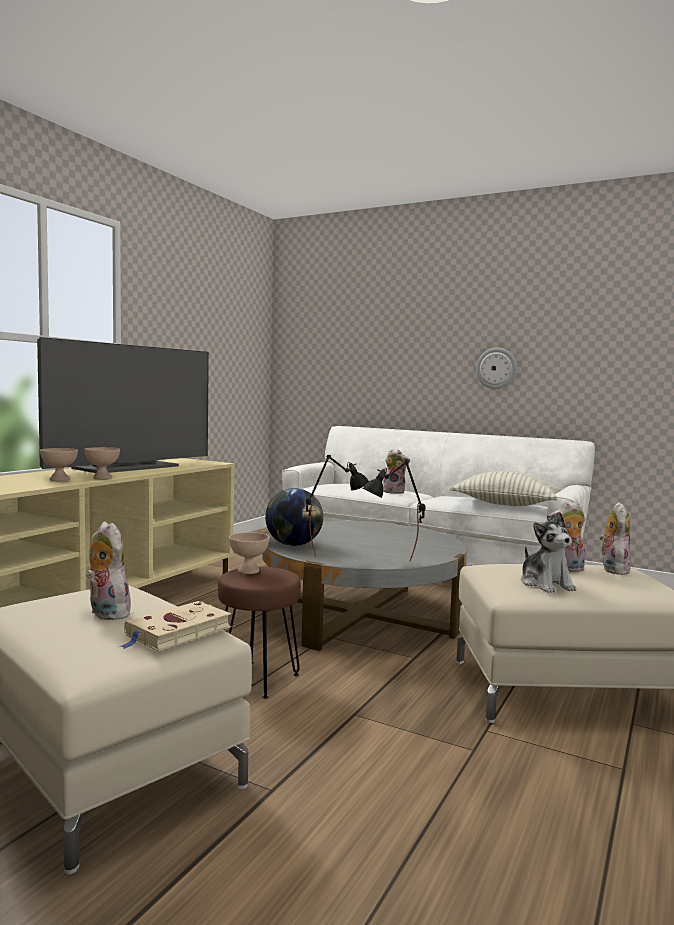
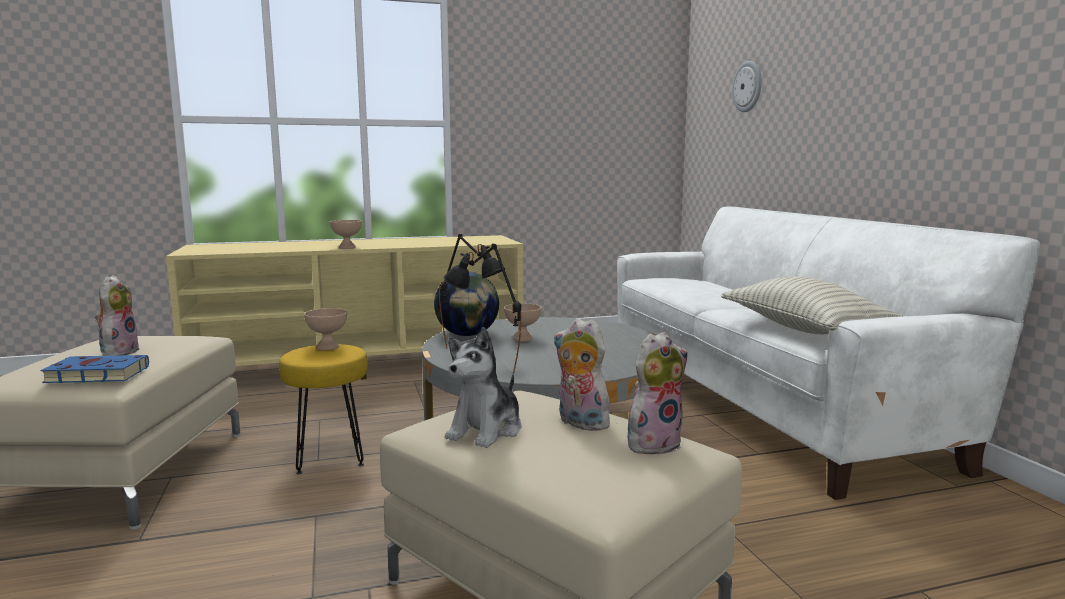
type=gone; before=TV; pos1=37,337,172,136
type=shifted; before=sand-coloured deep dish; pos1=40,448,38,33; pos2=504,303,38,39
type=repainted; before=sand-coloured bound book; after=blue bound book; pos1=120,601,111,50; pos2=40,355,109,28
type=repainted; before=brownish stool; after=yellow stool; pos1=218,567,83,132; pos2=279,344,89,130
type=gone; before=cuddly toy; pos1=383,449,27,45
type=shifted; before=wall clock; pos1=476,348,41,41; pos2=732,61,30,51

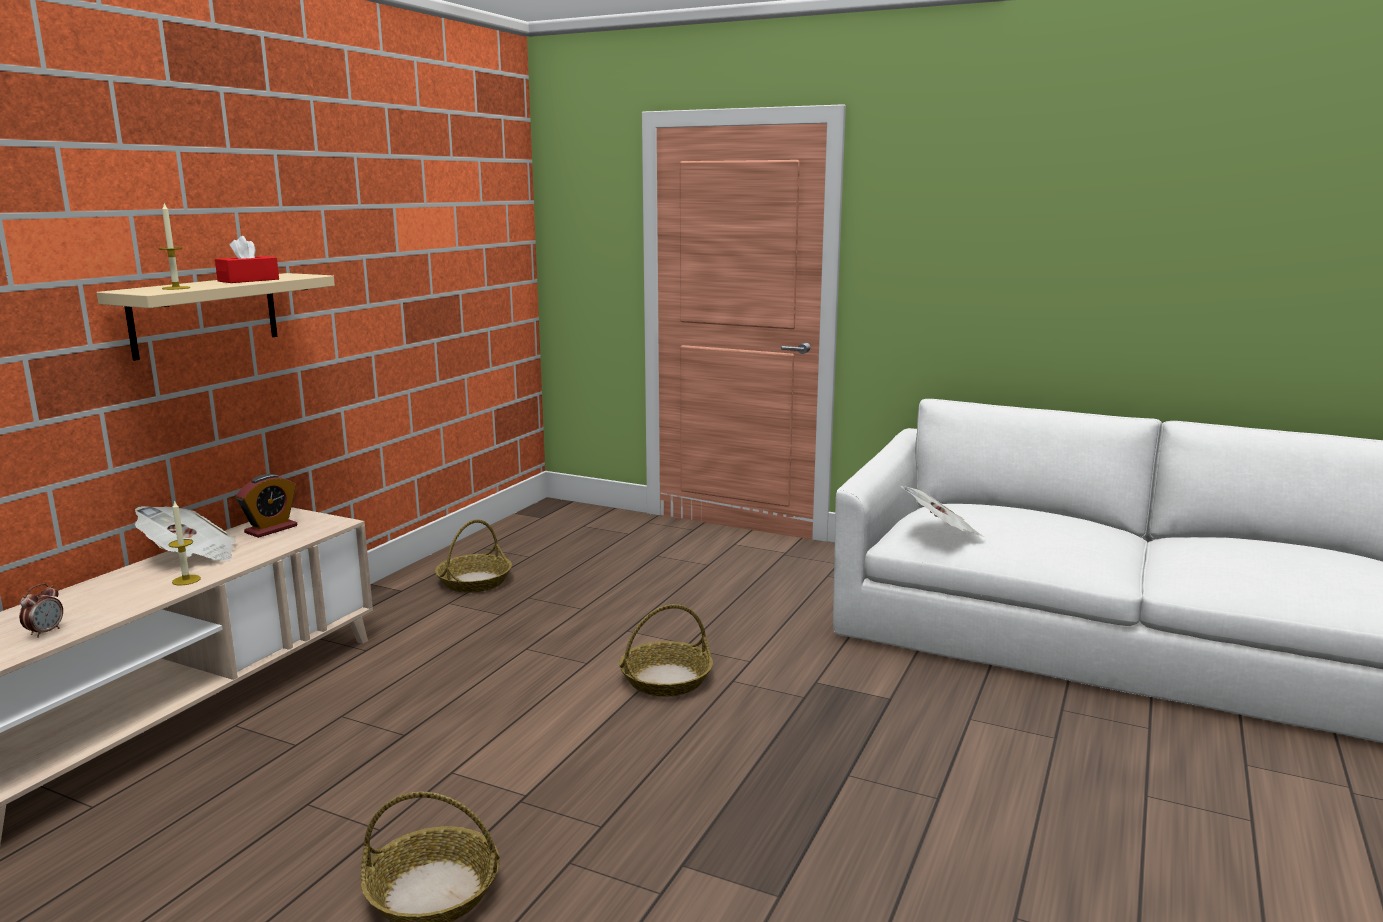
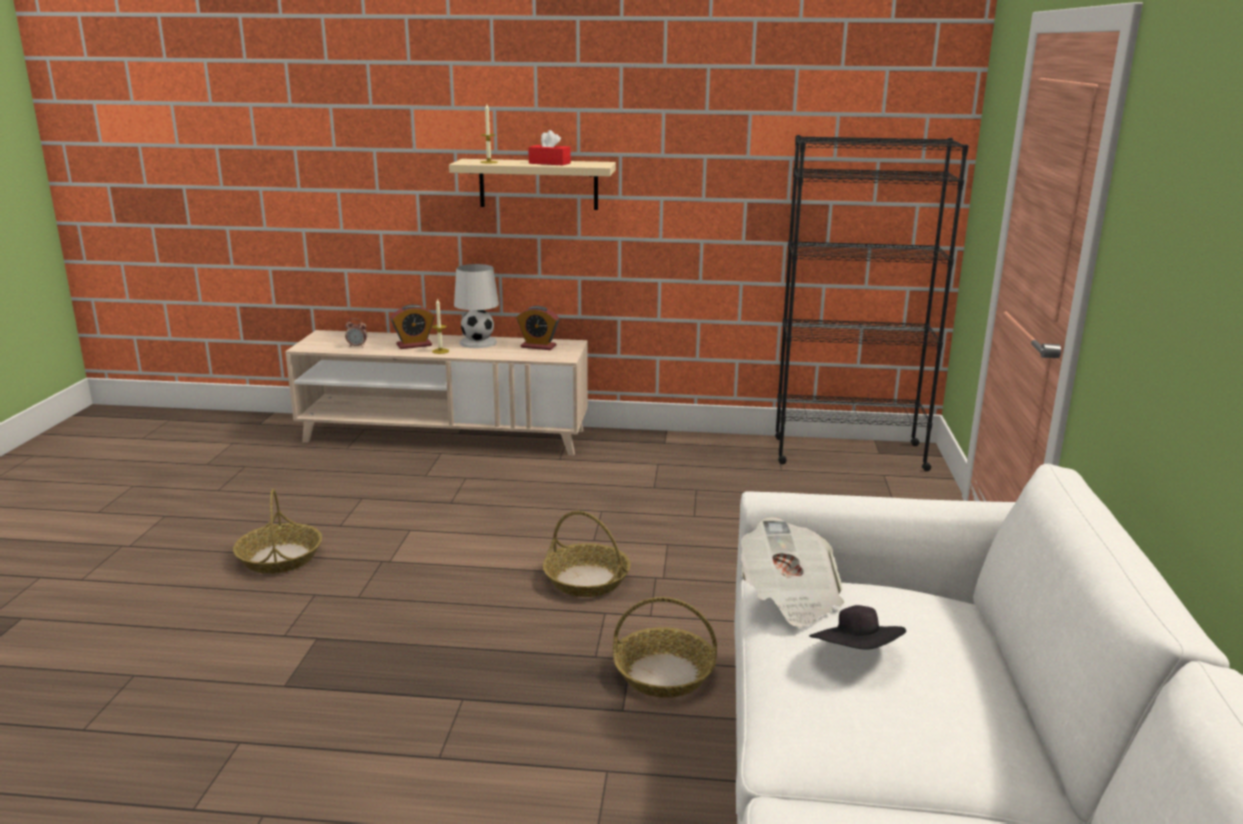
type=swapped; before=newspaper; after=white lamp for a table; pos1=135,506,101,56; pos2=454,264,45,84
type=shifted; before=storage basket; pos1=435,519,77,74; pos2=613,597,104,101
type=new; after=bedside clock; pos2=391,304,43,45
type=new; after=blackish bookcase; pos2=775,135,194,336
type=new; after=blackish wearable hat; pos2=809,605,97,45

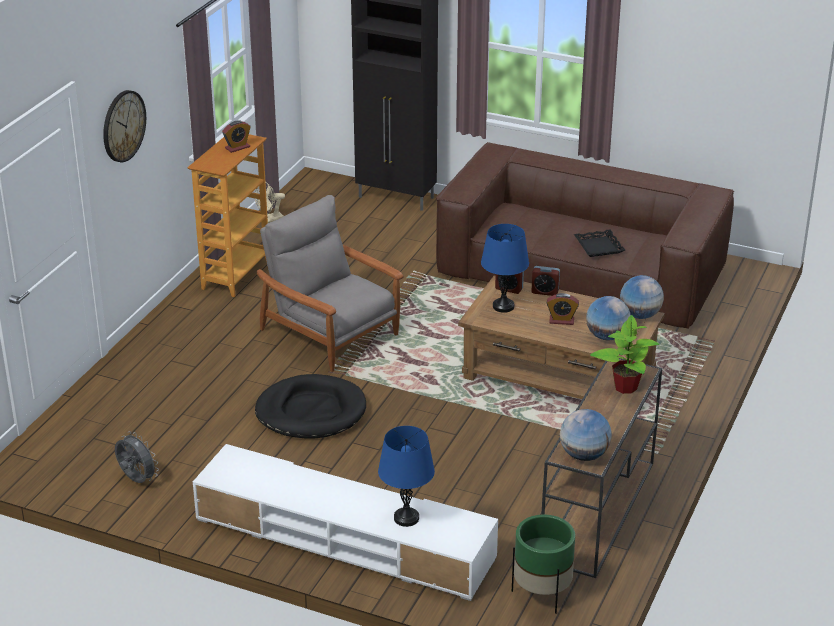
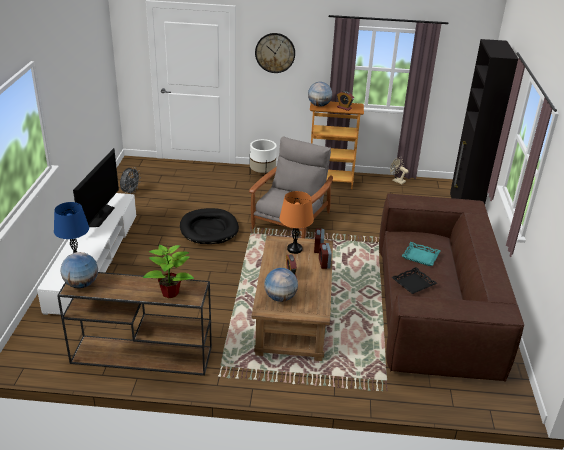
type=repainted; before=blue lamp for a table; after=orangey lamp for a table; pos1=481,224,48,89; pos2=279,191,35,63
type=gone; before=green-coloured flower pot; pos1=512,515,63,99
type=shifted; before=desk globe; pos1=620,275,44,44; pos2=308,82,24,25
type=new; after=TV; pos2=73,148,46,79
type=new; after=white flower pot; pos2=250,139,27,35
type=new; after=turquoise-coloured carrying tray; pos2=402,242,39,24

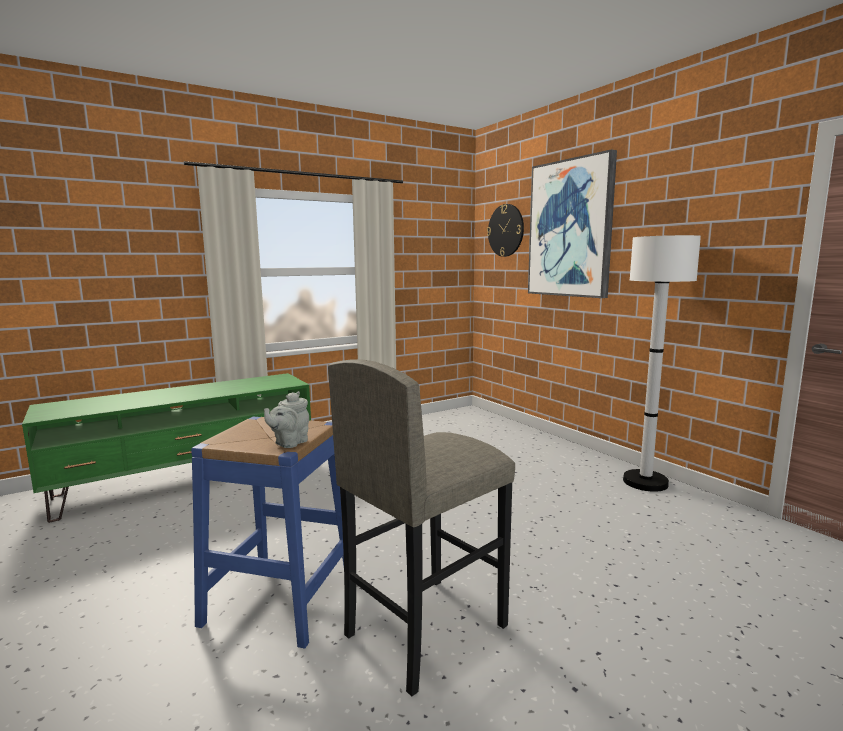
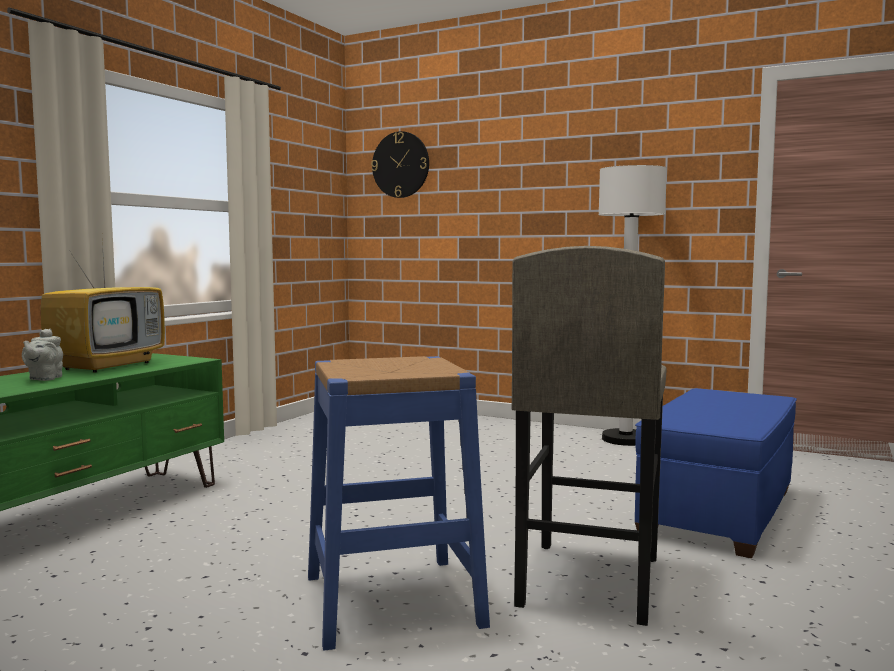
type=shifted; before=gray teapot; pos1=264,391,45,57; pos2=22,329,41,52
type=gone; before=wall picture; pos1=528,149,89,149
type=new; after=TV; pos2=41,239,124,134
type=new; after=blue pouffe; pos2=635,388,162,170

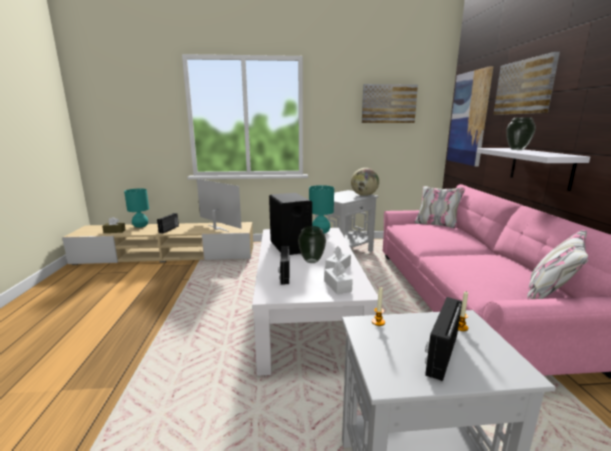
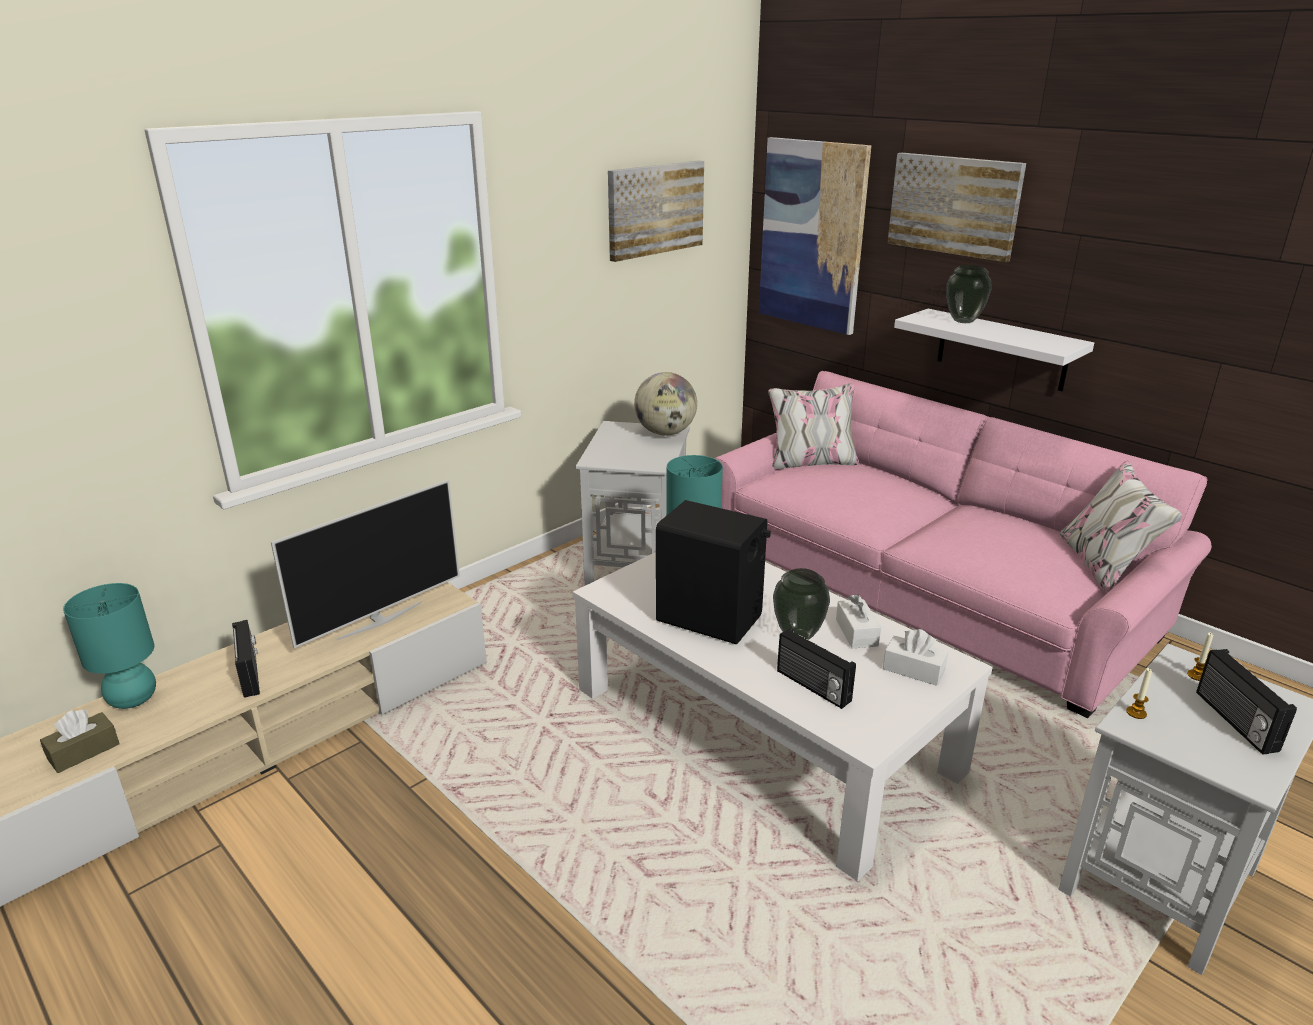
type=rotated; before=TV; pos1=197,179,45,53; pos2=271,480,189,168; turn=135

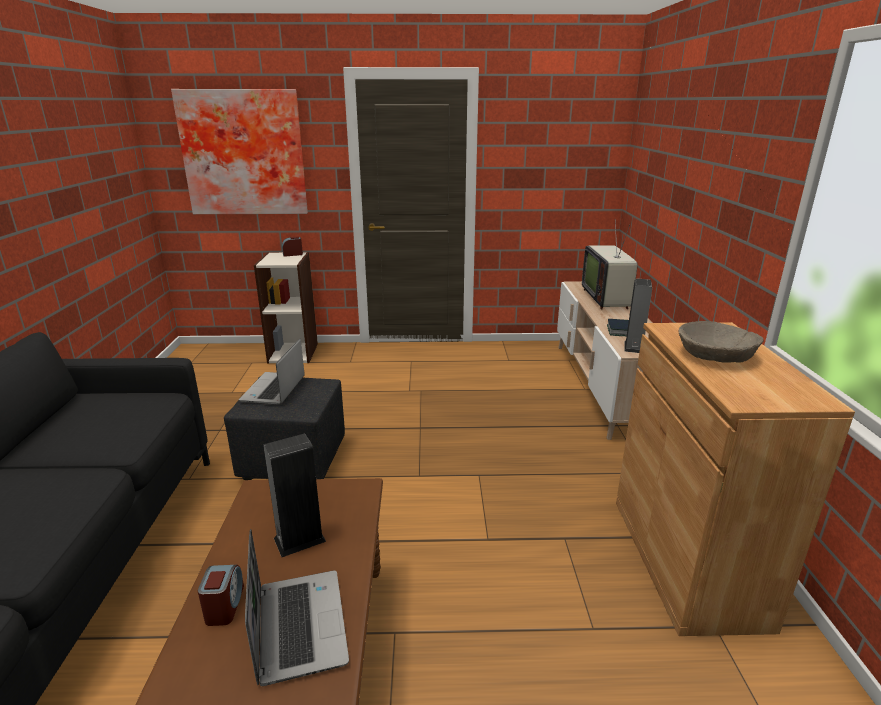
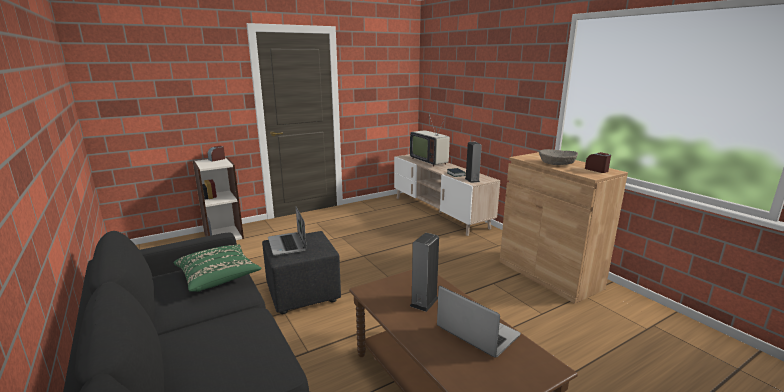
type=gone; before=wall picture; pos1=171,89,137,125
type=shifted; before=bedside clock; pos1=198,565,46,61; pos2=585,152,26,21
type=new; after=green-coloured pillow; pos2=173,245,89,47

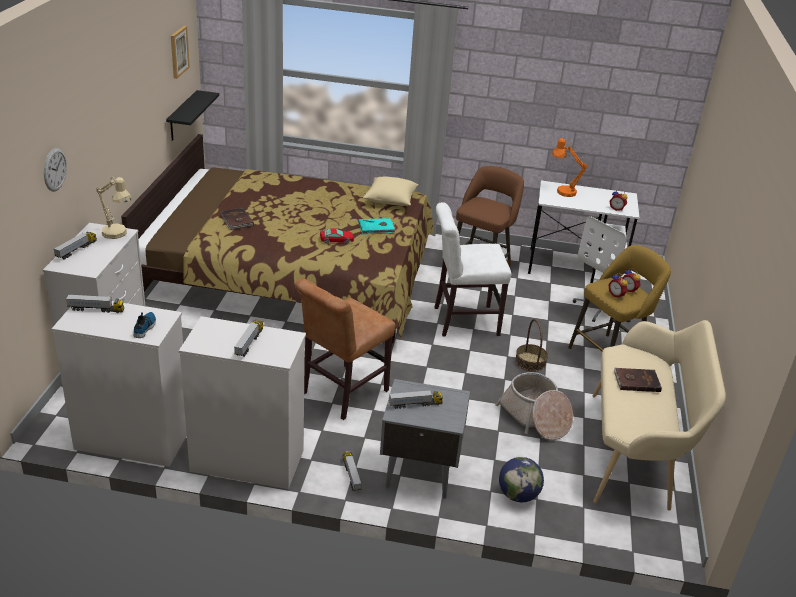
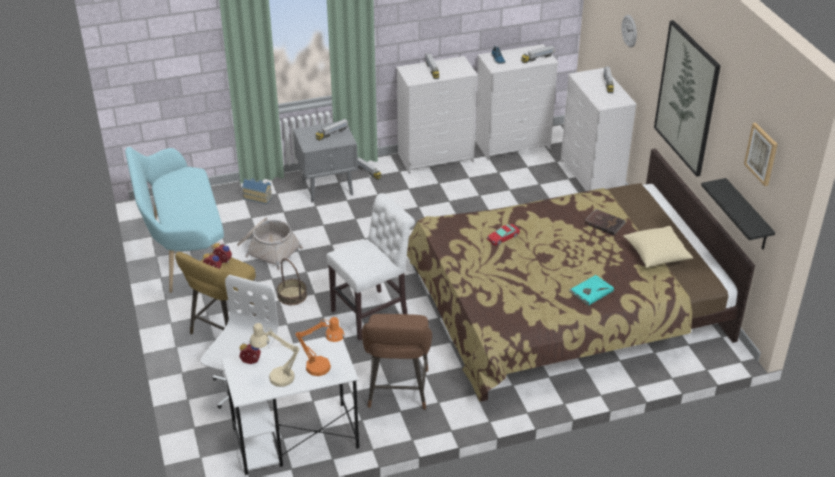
type=shifted; before=sand-coloured lamp for a table; pos1=96,177,35,62; pos2=250,323,50,64
type=gone; before=brownish upright chair; pos1=295,278,100,142
type=shifted; before=turquoise-coloured bound book; pos1=359,218,36,16; pos2=569,275,45,31
type=shifted; before=sand-coloured pillow; pos1=363,177,56,29; pos2=623,226,70,42
type=swapped; before=desk globe; after=model house; pos1=499,457,45,45; pos2=242,178,30,26
type=repainted; before=sand-coloured bench; after=turquoise-coloured bench; pos1=592,320,134,191; pos2=125,147,99,146
type=gone; before=brownish bound book; pos1=614,368,48,24
type=new; after=wall picture; pos2=654,20,66,157

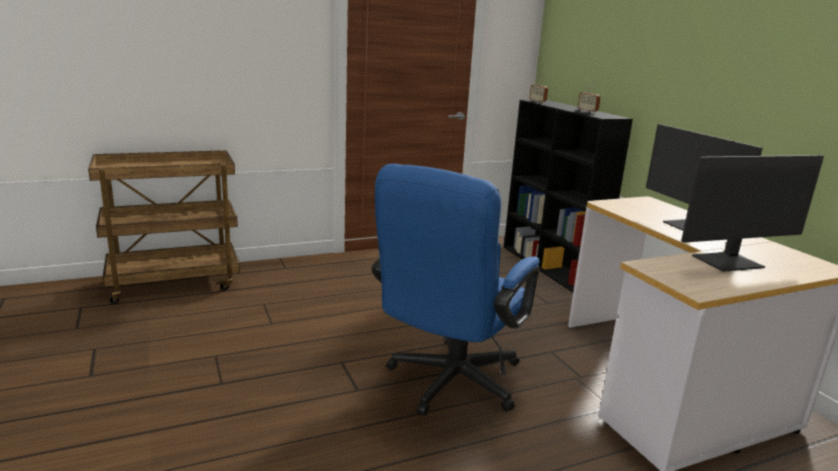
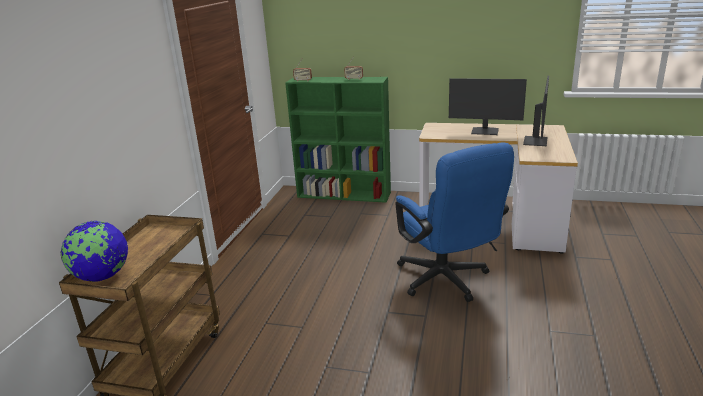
type=repainted; before=blackish bookcase; after=green-coloured bookcase; pos1=504,100,129,192; pos2=285,77,106,126
type=new; after=desk globe; pos2=61,221,67,61

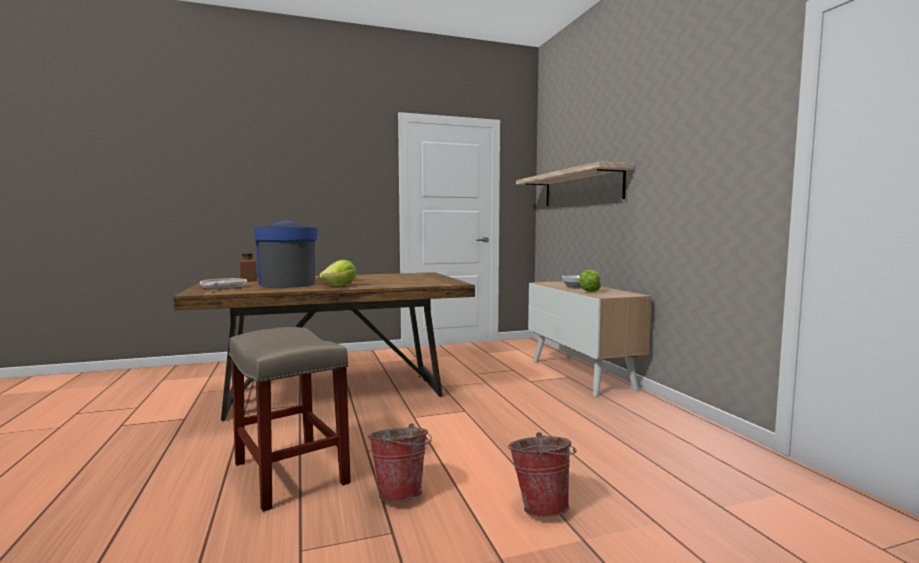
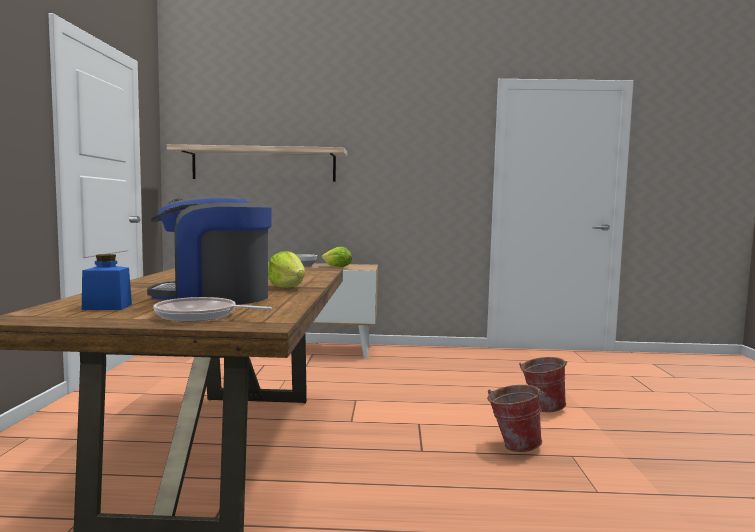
type=gone; before=sand-coloured stool; pos1=229,327,122,185
type=repainted; before=brownish preserve jar; after=blue preserve jar; pos1=240,253,17,29; pos2=82,254,50,56

